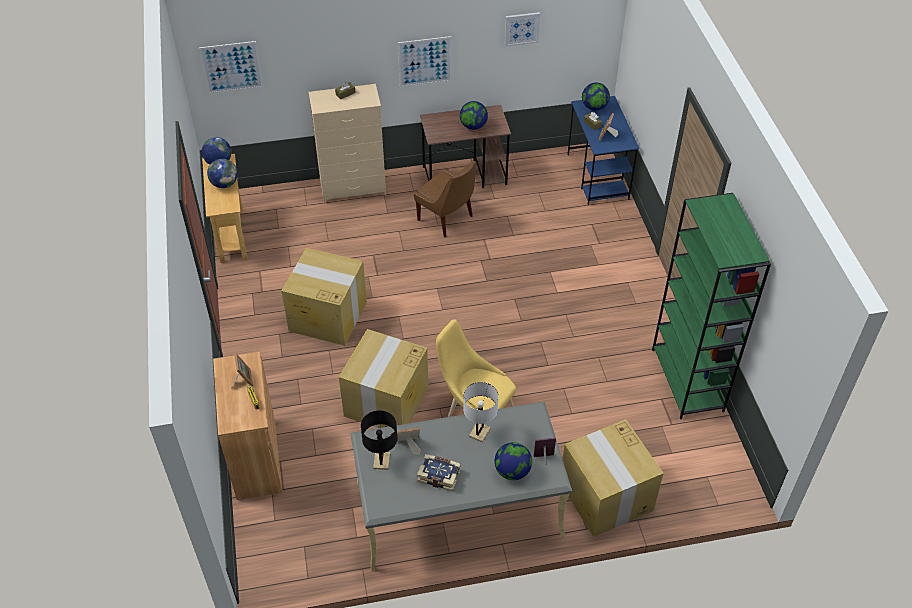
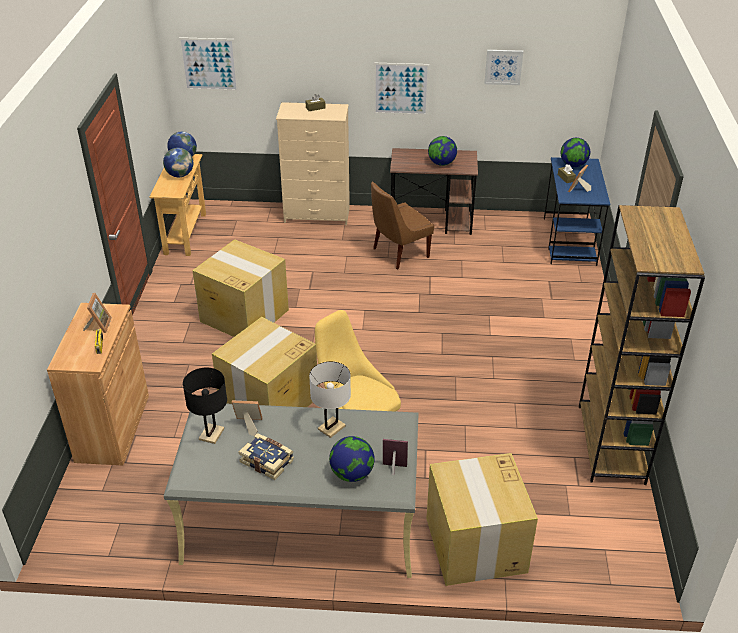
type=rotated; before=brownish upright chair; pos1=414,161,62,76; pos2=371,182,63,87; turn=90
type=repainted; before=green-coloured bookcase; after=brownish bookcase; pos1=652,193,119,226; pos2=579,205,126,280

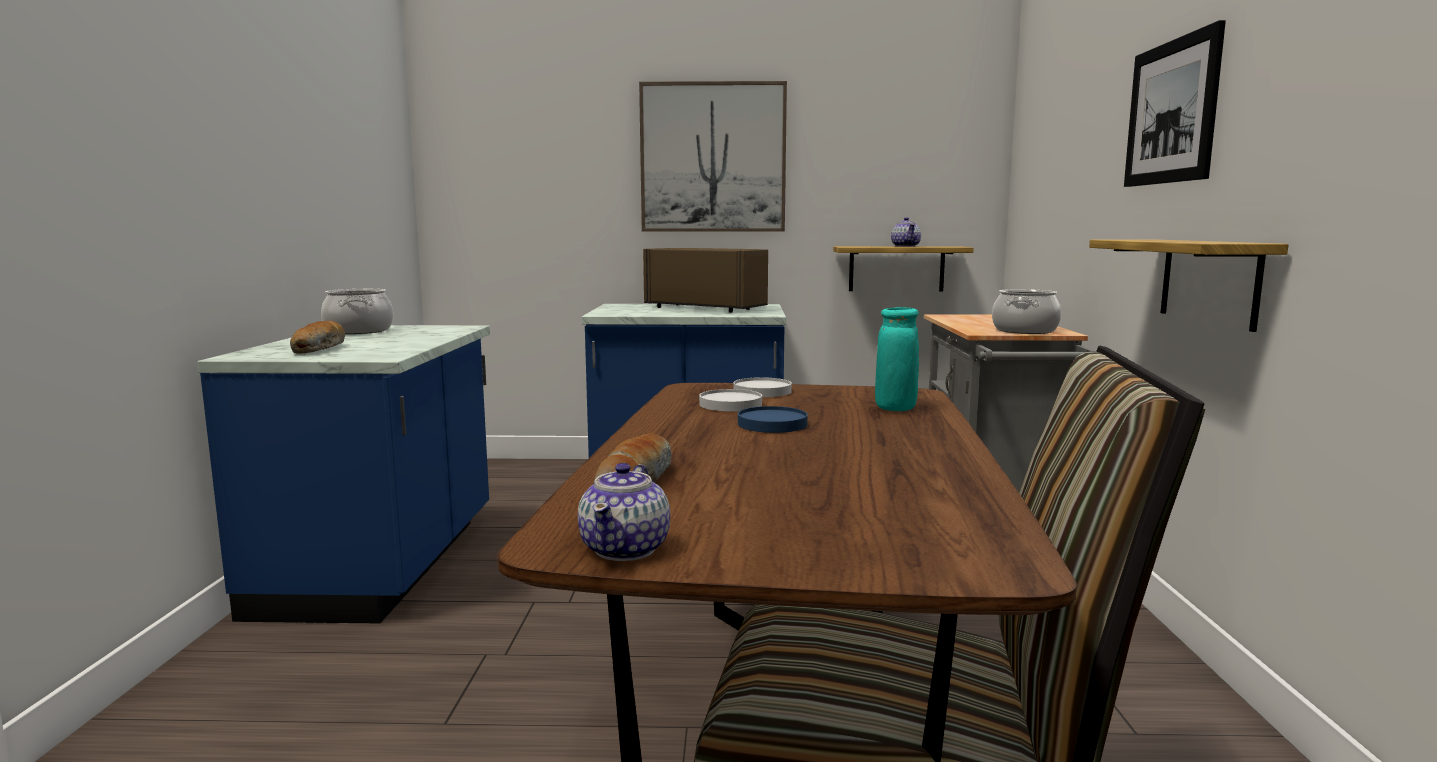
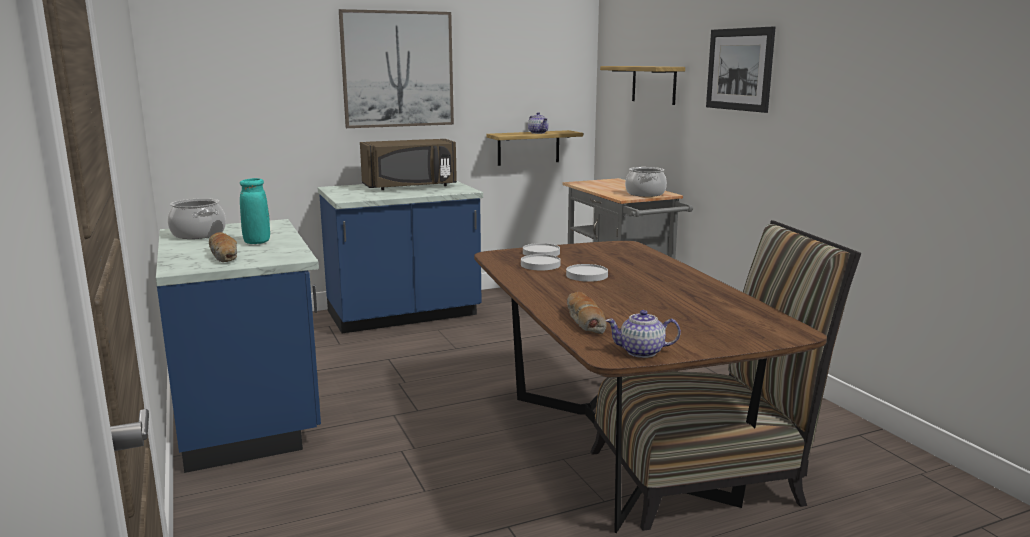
type=rotated; before=teapot; pos1=578,463,92,98; pos2=605,310,76,48; turn=105
type=rotated; before=brownish microwave oven; pos1=643,248,125,65; pos2=360,139,97,51; turn=150
type=repainted; before=blue plate; after=white plate; pos1=738,406,70,27; pos2=566,264,42,18
type=shifted; before=turquoise-coloured decorative vase; pos1=875,307,44,104; pos2=240,178,30,66
type=shifted; before=bracket shelf; pos1=1089,240,199,92; pos2=600,66,85,39

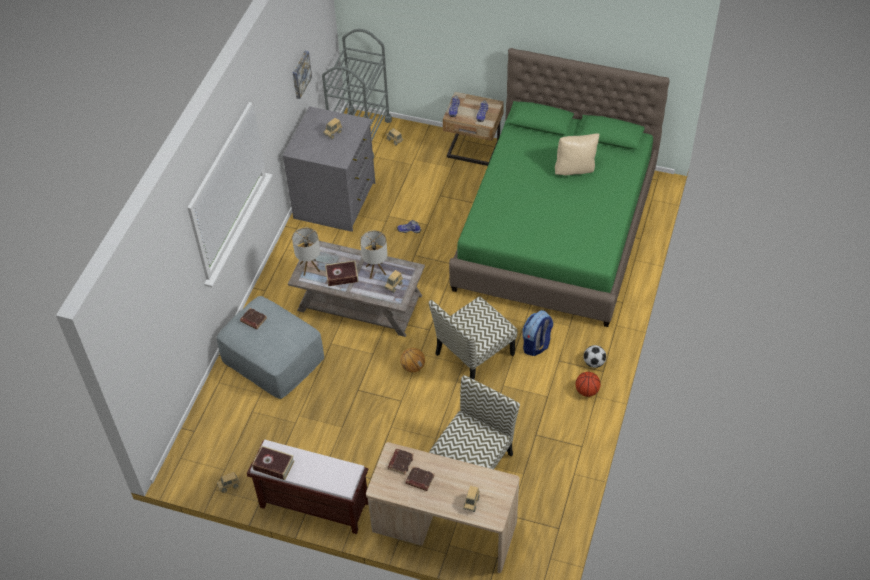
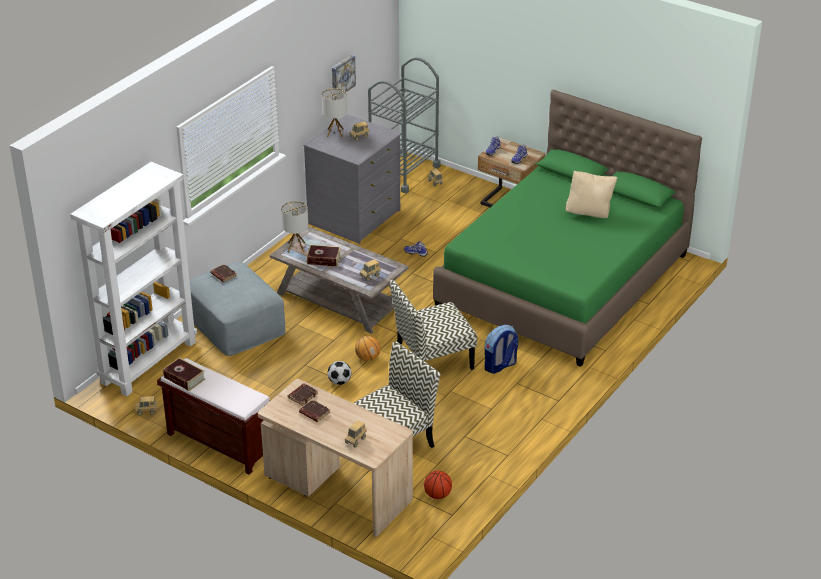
type=shifted; before=lamp for a table; pos1=360,231,28,48; pos2=322,88,25,49
type=shifted; before=ball for basketball; pos1=575,372,26,25; pos2=424,471,28,28
type=shifted; before=football; pos1=584,345,22,23; pos2=328,361,23,24
type=new; after=white bookcase; pos2=70,162,127,234

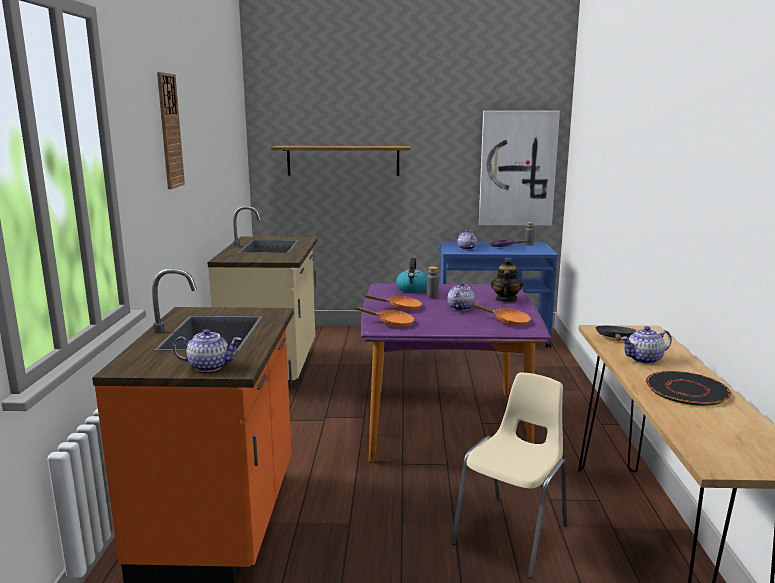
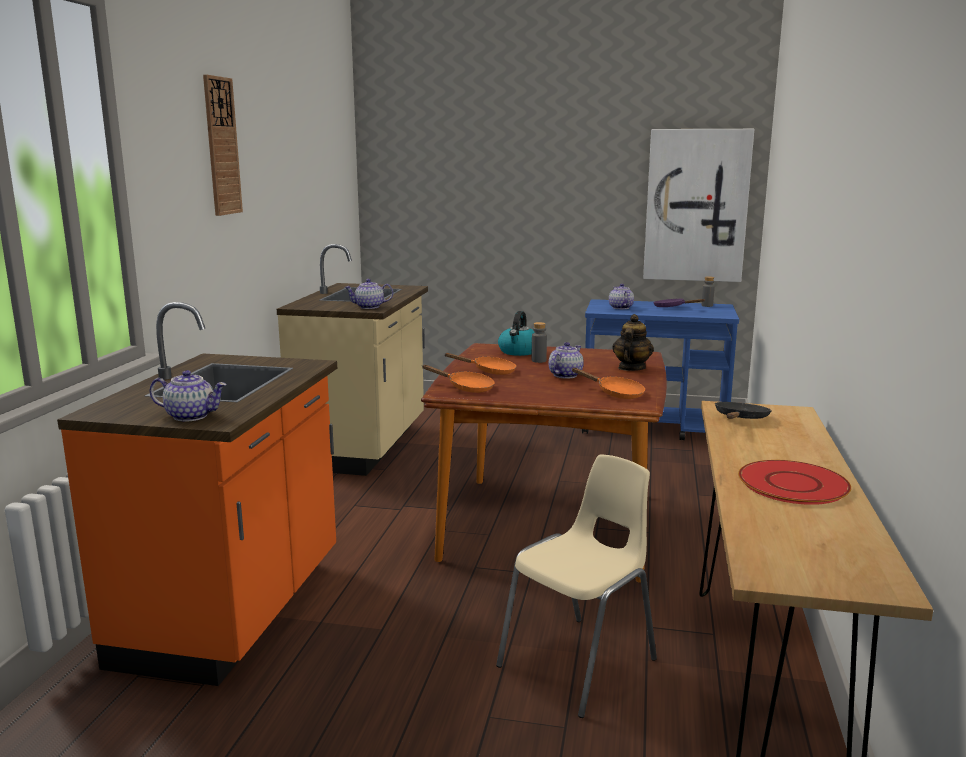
type=gone; before=bracket shelf; pos1=271,146,140,30
type=repainted; before=purplish dinner table; after=brownish dinner table; pos1=361,284,190,178; pos2=421,343,246,240
type=shifted; before=teapot; pos1=621,326,51,38; pos2=345,279,48,30
type=repainted; before=blackish plate; after=red-coloured plate; pos1=645,371,86,35; pos2=738,460,113,45

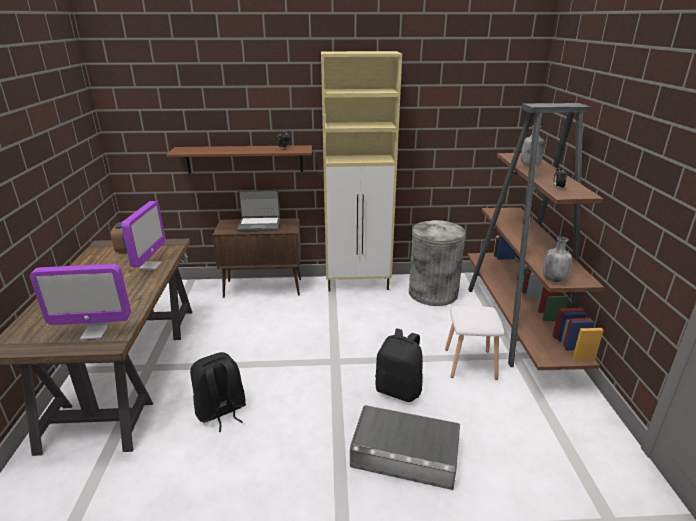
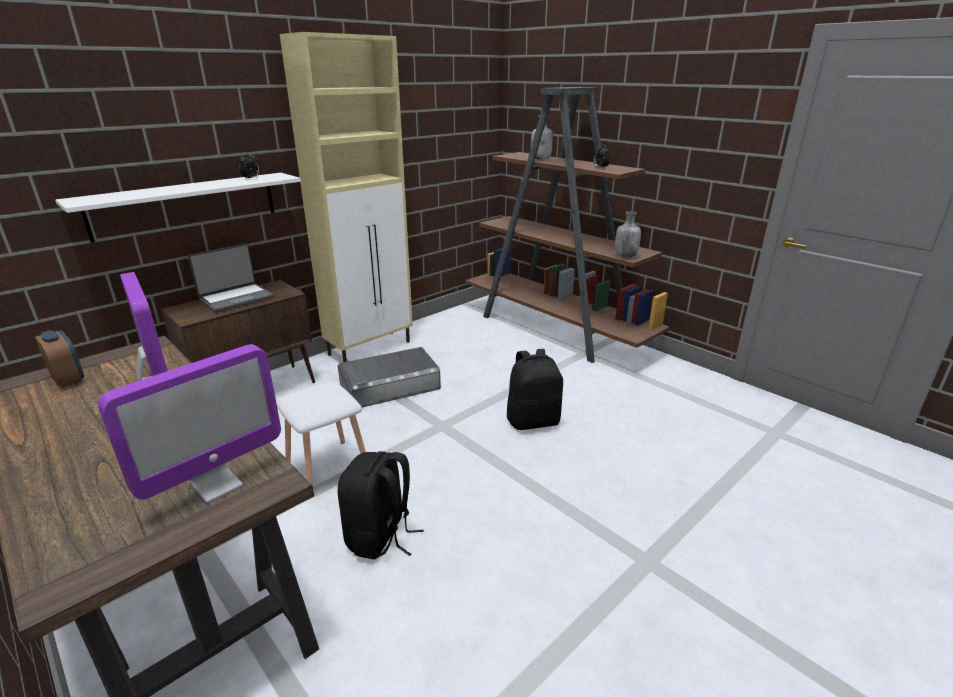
type=repainted; before=brownish bracket shelf; after=white bracket shelf; pos1=166,145,146,29; pos2=55,173,246,70
type=shifted; before=gray storage container; pos1=350,405,110,85; pos2=338,347,103,60
type=gone; before=gray rubbish bin; pos1=409,220,57,86
type=shifted; before=white stool; pos1=445,306,60,74; pos2=276,382,90,110

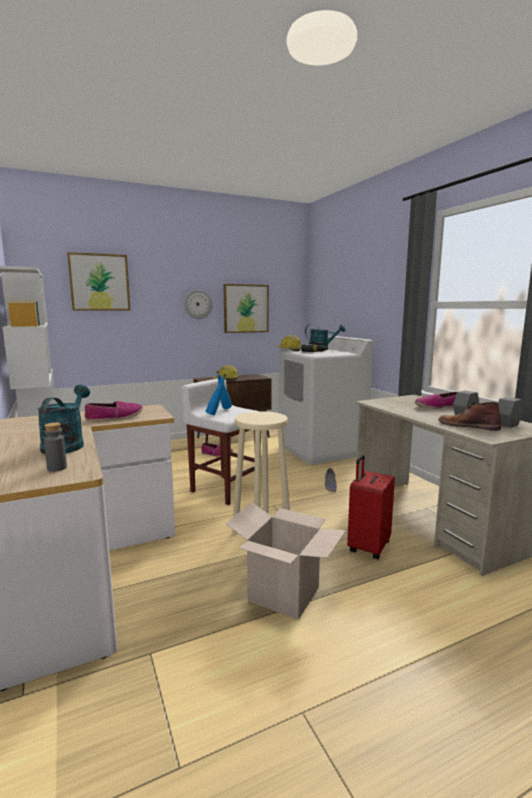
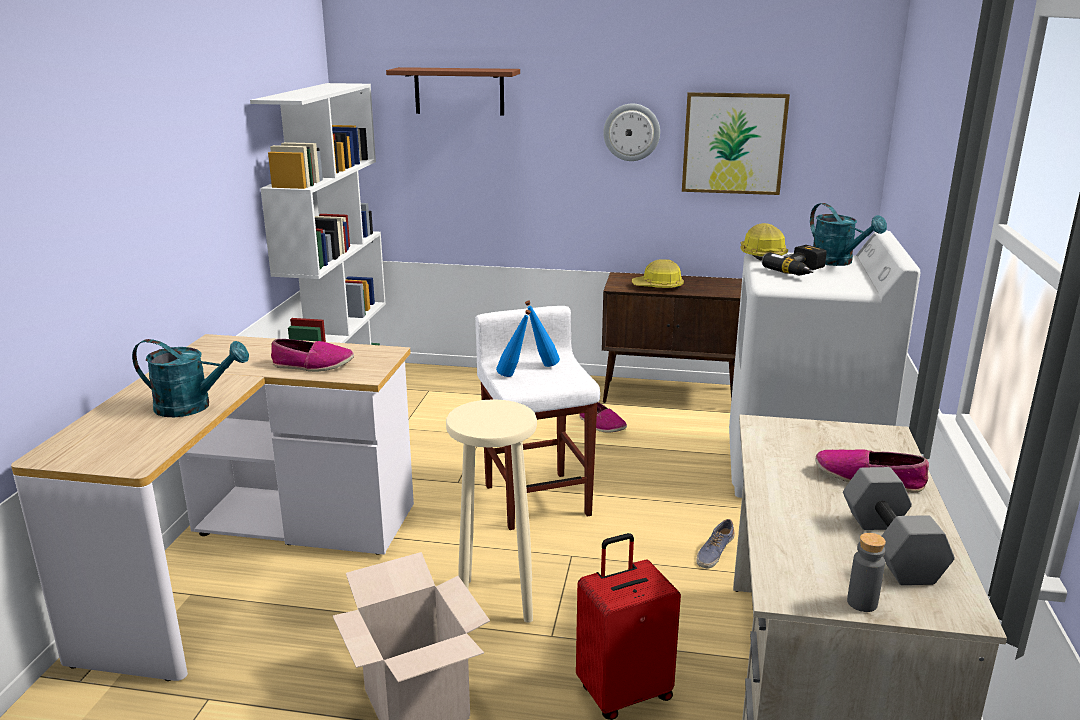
type=rotated; before=turquoise-coloured watering pot; pos1=37,385,53,69; pos2=132,339,117,78; turn=60
type=shifted; before=gray drink bottle; pos1=44,422,23,50; pos2=847,533,39,79
type=swapped; before=wall picture; after=brownish bracket shelf; pos1=67,252,63,59; pos2=386,67,134,48
type=gone; before=brownish tall boot; pos1=438,402,63,29

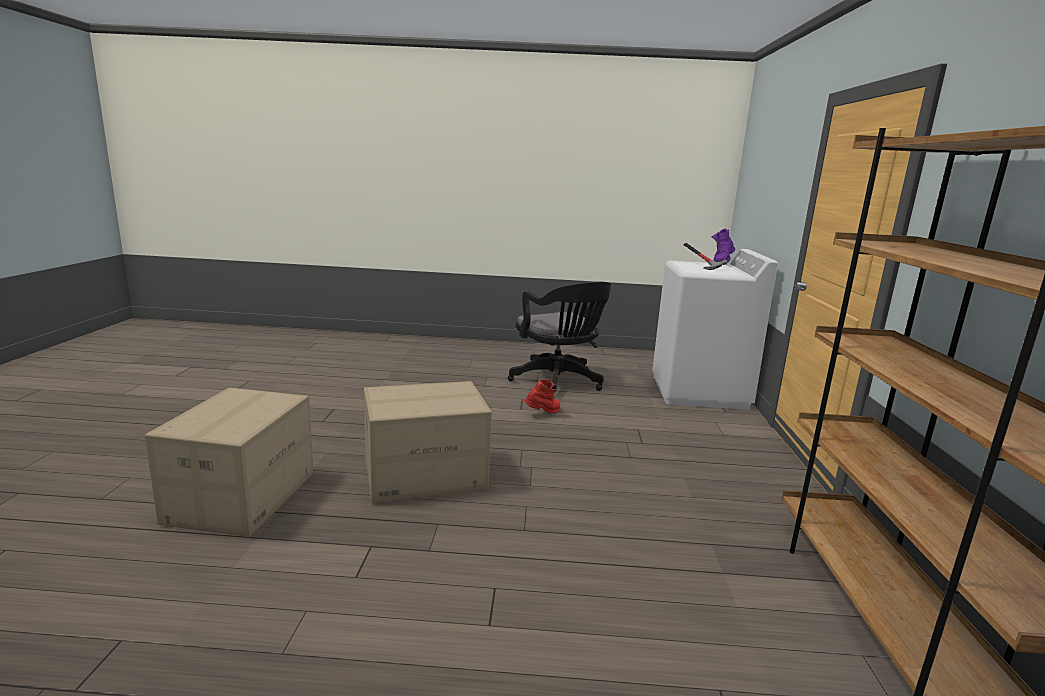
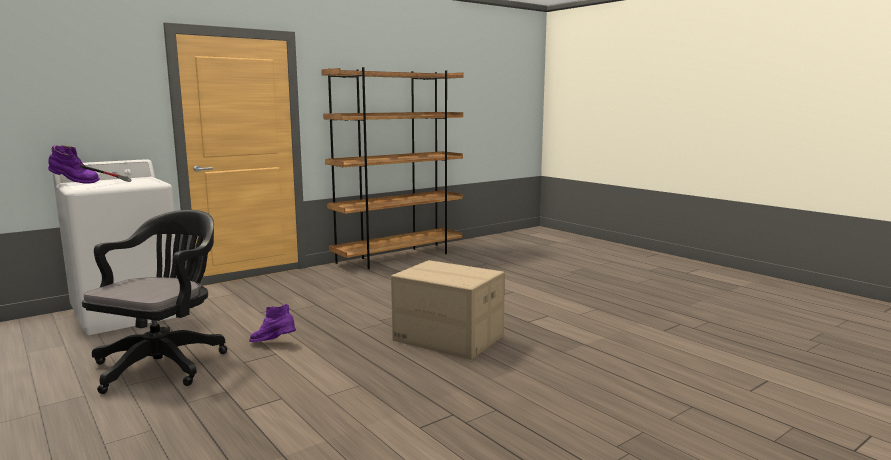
type=gone; before=cardboard box; pos1=145,388,168,149
type=repainted; before=red-coloured tall boot; after=purplish tall boot; pos1=524,379,37,35; pos2=249,304,47,38

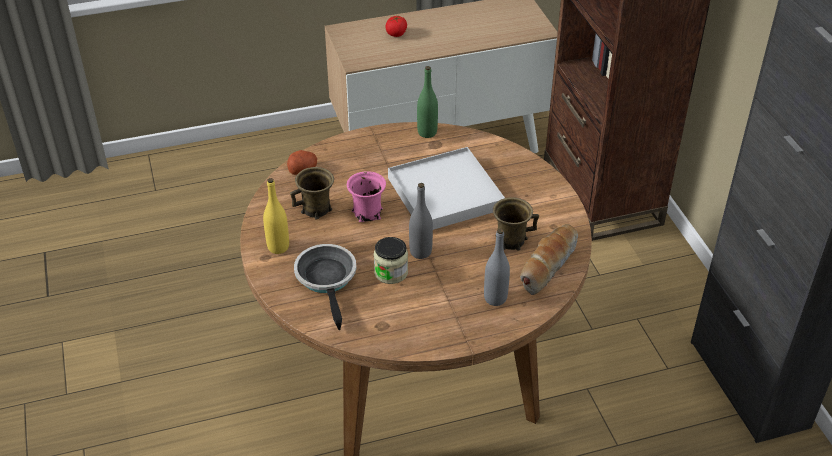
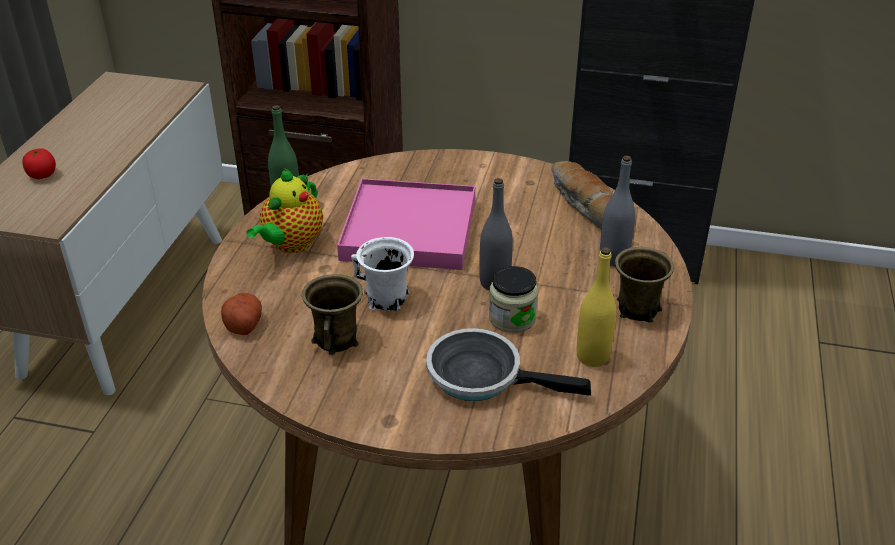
type=shifted; before=yellow drink bottle; pos1=263,178,26,76; pos2=577,247,39,120
type=repainted; before=pink-coloured coffee mug; after=white coffee mug; pos1=347,171,39,51; pos2=351,237,63,74
type=repainted; before=white carrying tray; after=pink-coloured carrying tray; pos1=388,147,117,83; pos2=337,178,138,92
type=shifted; before=brownish coffee mug; pos1=493,197,46,54; pos2=615,247,59,76
type=new; after=teapot; pos2=246,168,77,85

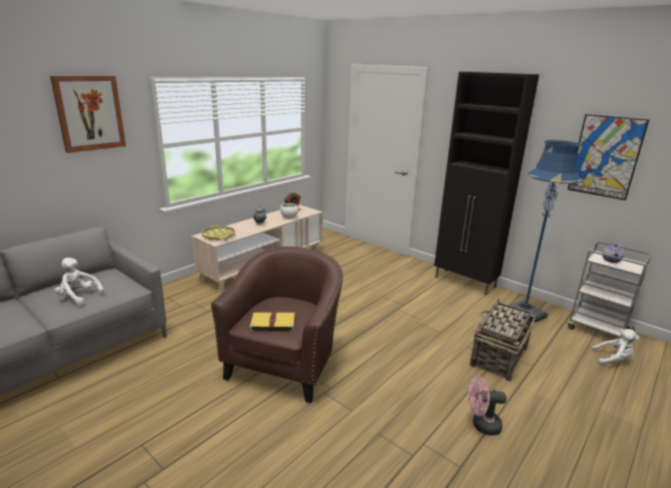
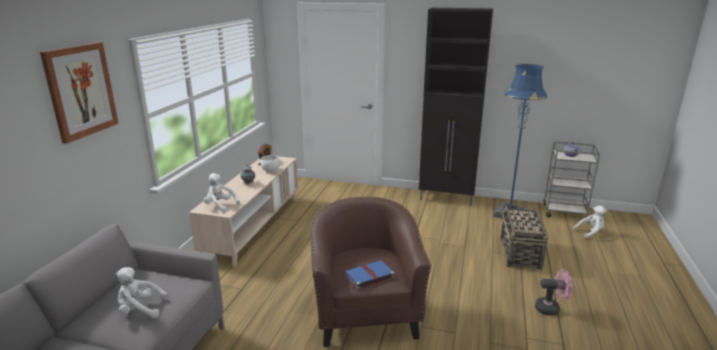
type=swapped; before=yellow carrying tray; after=white cuddly toy; pos1=202,225,33,16; pos2=204,173,36,39
type=repainted; before=yellow bound book; after=blue bound book; pos1=248,312,47,20; pos2=345,260,50,29
type=rotated; before=pink-coloured electric fan; pos1=468,377,38,58; pos2=535,269,38,47; turn=-150
type=gone; before=wall picture; pos1=567,114,82,86

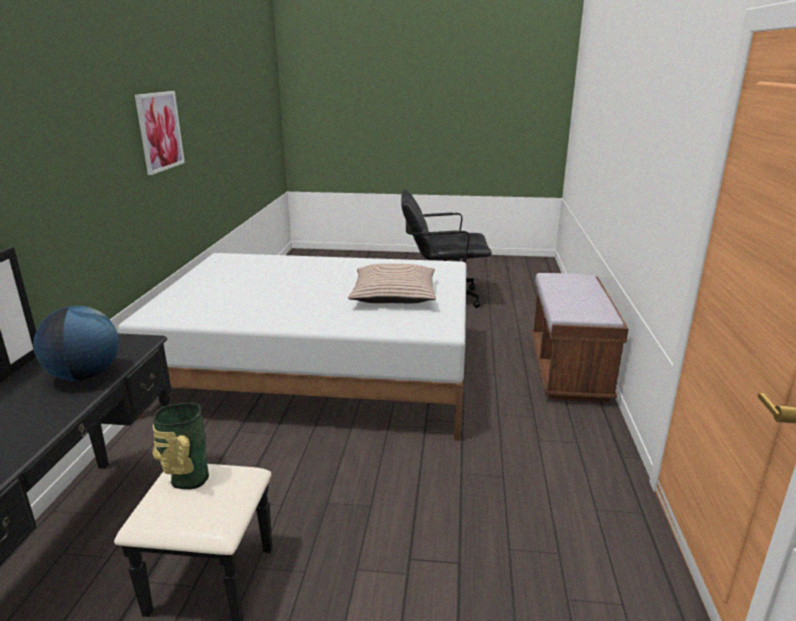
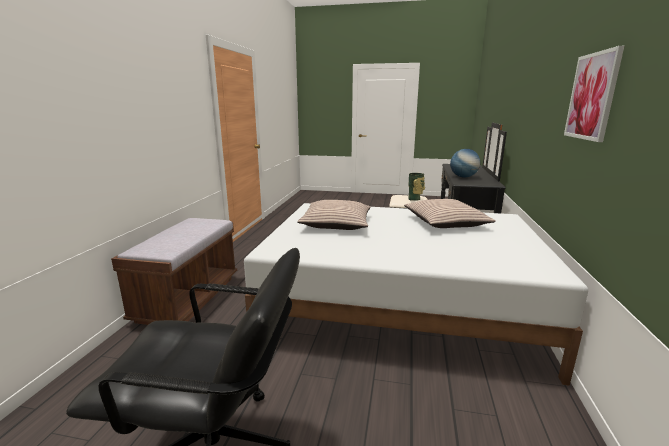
type=new; after=pillow; pos2=404,199,92,29

